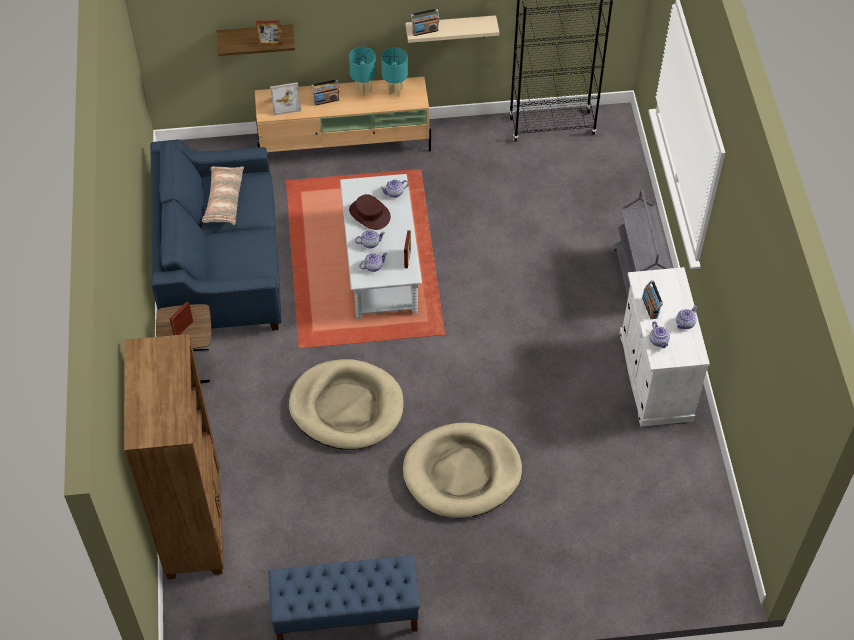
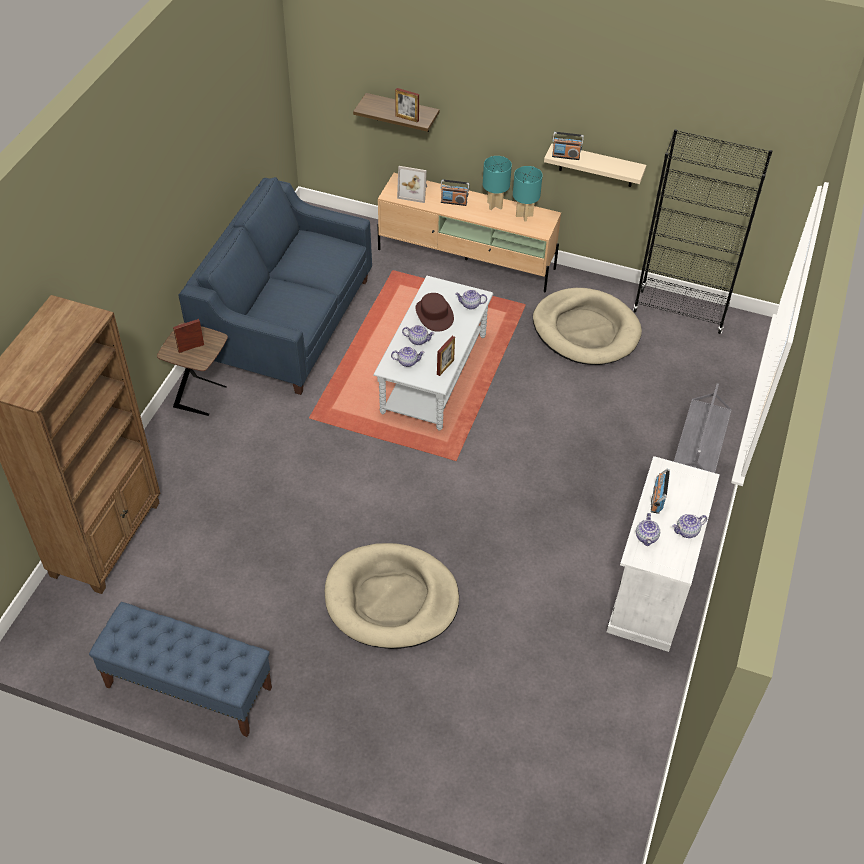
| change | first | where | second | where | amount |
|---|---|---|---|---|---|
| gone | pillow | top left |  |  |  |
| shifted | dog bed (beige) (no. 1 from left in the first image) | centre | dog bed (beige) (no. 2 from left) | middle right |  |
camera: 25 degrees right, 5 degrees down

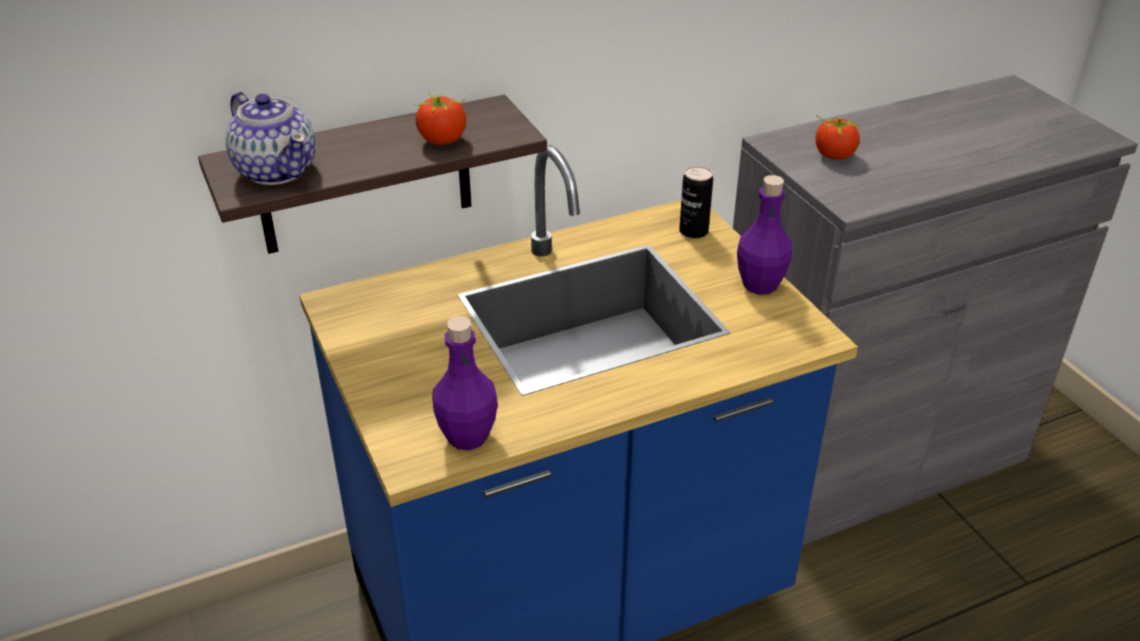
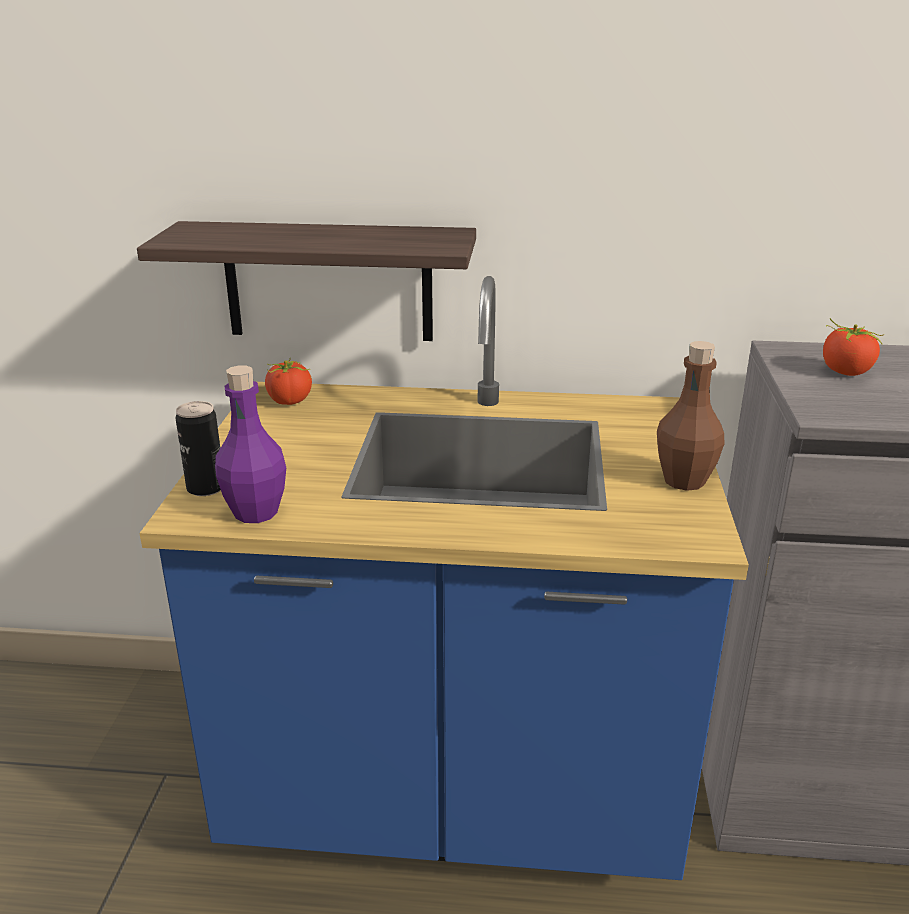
| change | first | where | second | where | amount |
|---|---|---|---|---|---|
| gone | teapot | top left |  |  |  |
| shifted | tomato (no. 1 from left) | top centre |  | middle left |  |
| shifted | can | top centre |  | middle left |  |
| repainted | bottle (purple) (no. 2 from left) | middle right | bottle (brown) | middle right |  |
camera: 30 degrees right, 10 degrees down

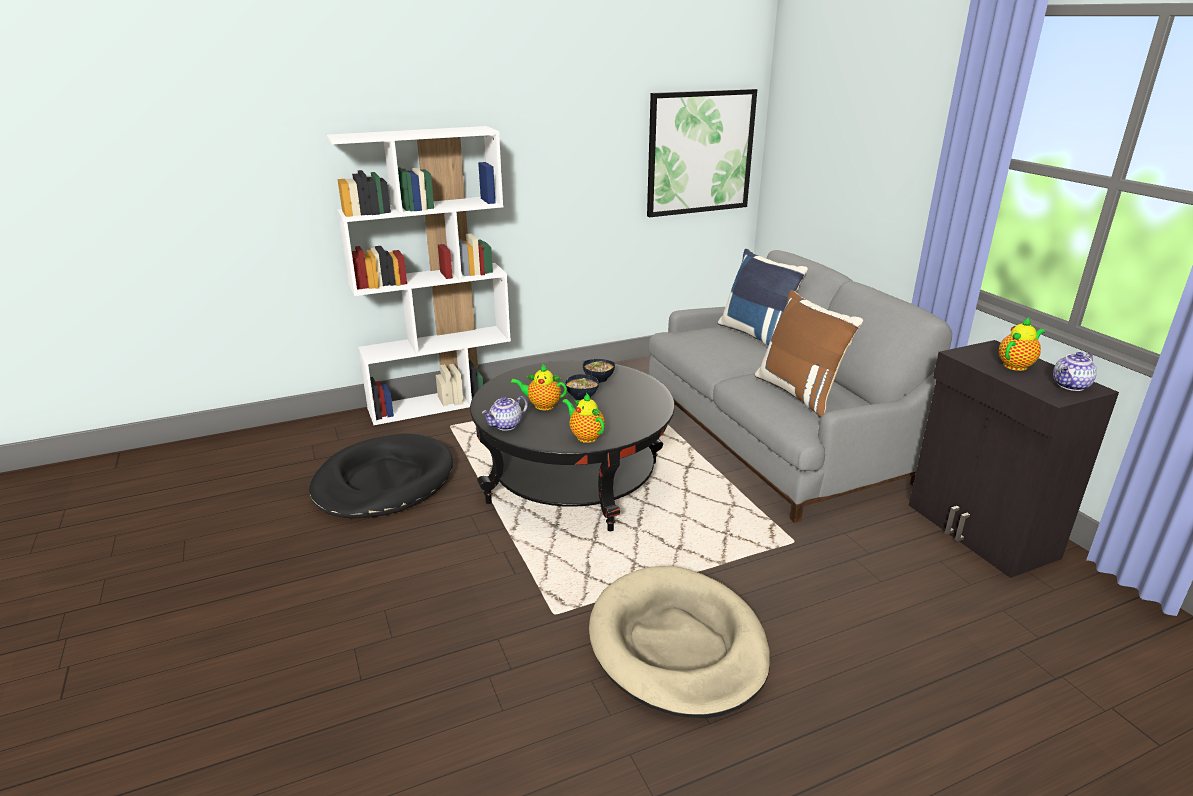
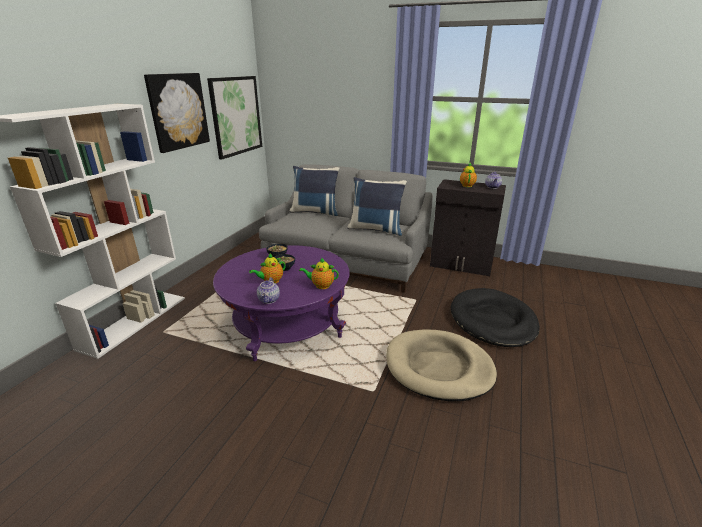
| change | first | where | second | where | amount |
|---|---|---|---|---|---|
| new |  |  | picture (no. 1 from left) | top left |  |
| shifted | dog bed (black) | middle left |  | middle right |  |
| repainted | coffee table (black) | centre | coffee table (purple) | centre |  |
| repainted | pillow (brown) | middle right | pillow (blue) (no. 2 from left) | centre |  |
camera: 45 degrees left, 0 degrees up

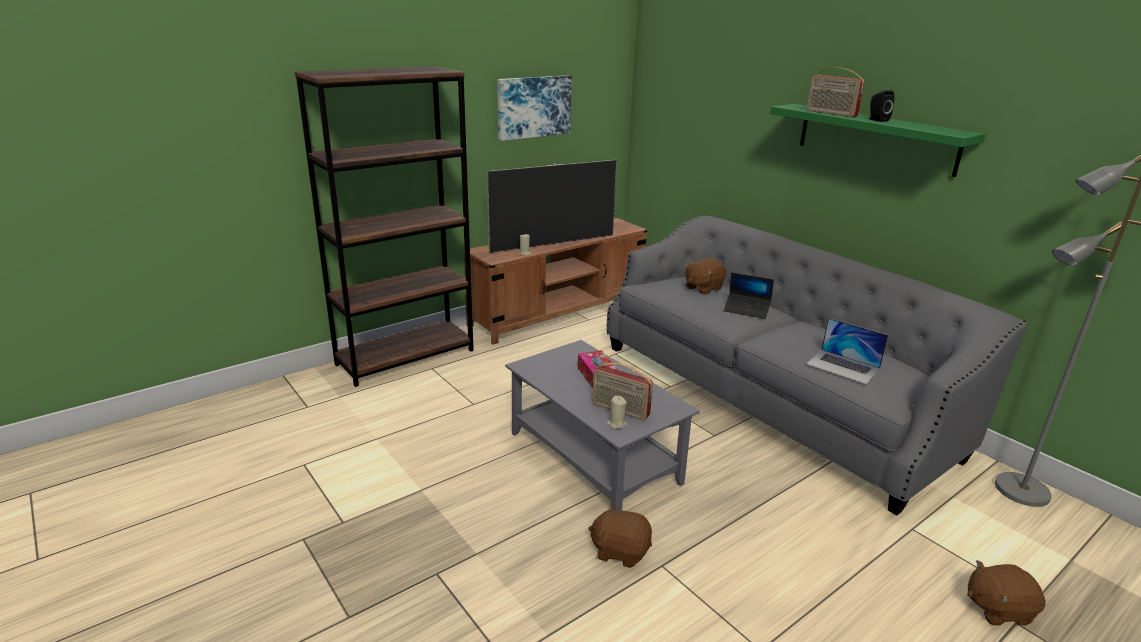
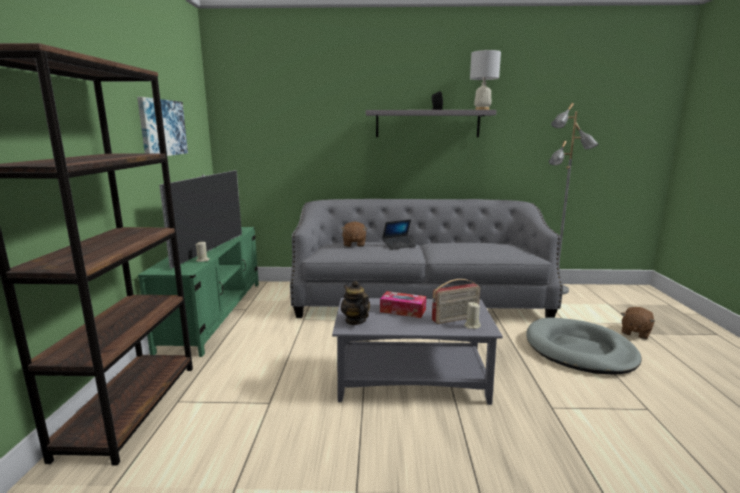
| change | first | where | second | where | amount |
|---|---|---|---|---|---|
| gone | plush toy (brown) (no. 1 from left) | bottom centre |  |  |  |
| gone | laptop (no. 2 from left) | middle right |  |  |  |
| gone | radio (no. 2 from left) | top right |  |  |  |
| new |  |  | teapot | centre |  |
| new |  |  | table lamp (white) | top centre |  |
| new |  |  | dog bed (grey) | bottom right |  |
| repainted | tv stand (brown) | centre | tv stand (green) | middle left |  |
| repainted | shelf (green) | top right | shelf (grey) | top centre |  |
camera: 50 degrees left, 10 degrees down

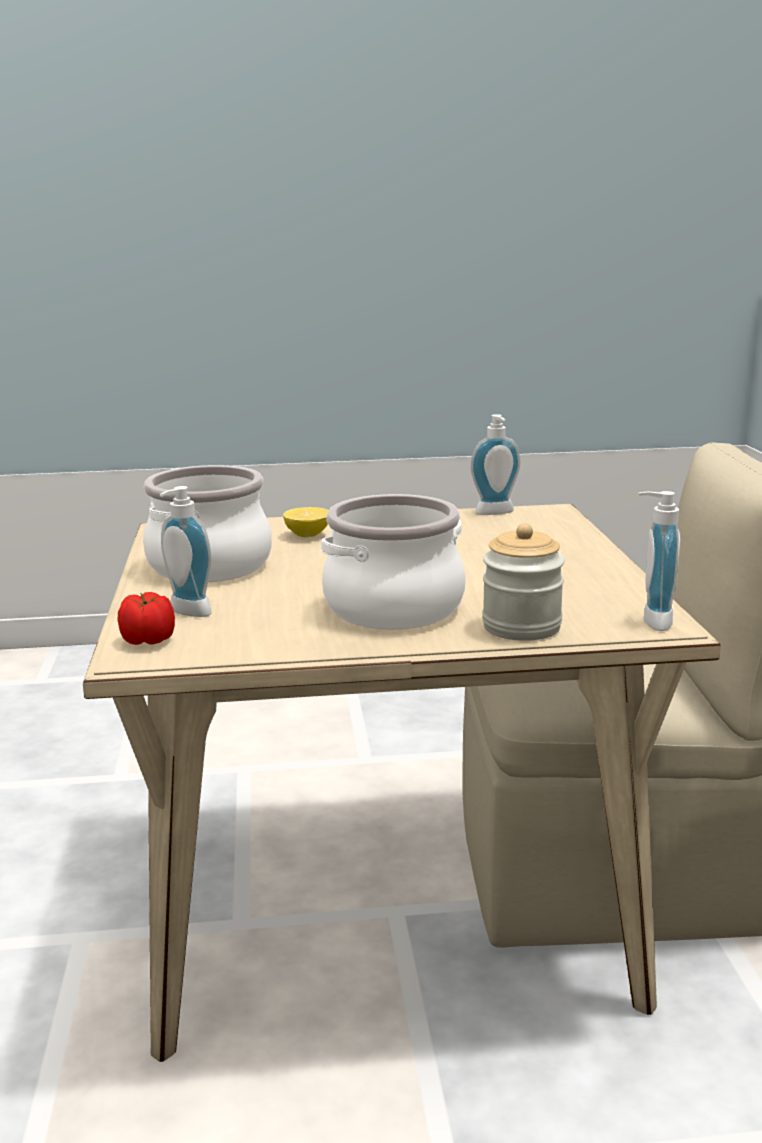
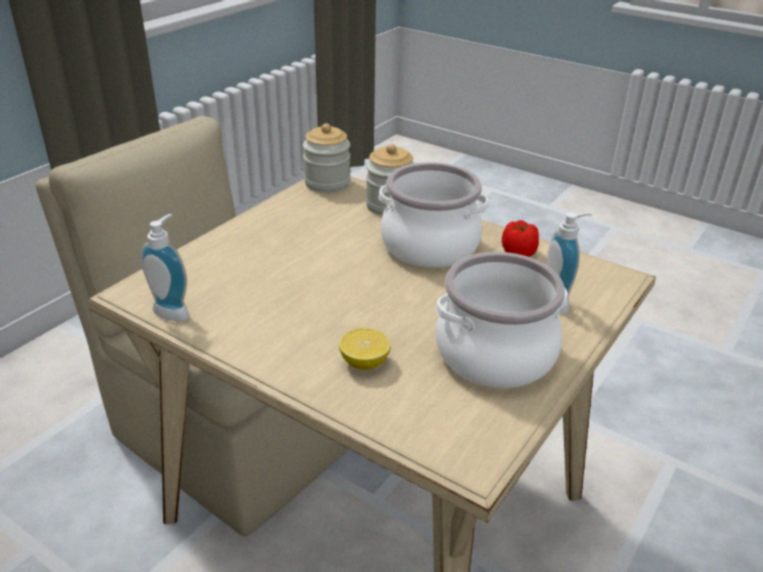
| change | first | where | second | where | amount |
|---|---|---|---|---|---|
| shifted | tomato | middle left |  | middle right |  |
| swapped | soap dispenser (no. 3 from left) | middle right | jar (no. 1 from left) | top centre |  |
camera: 140 degrees left, 15 degrees up

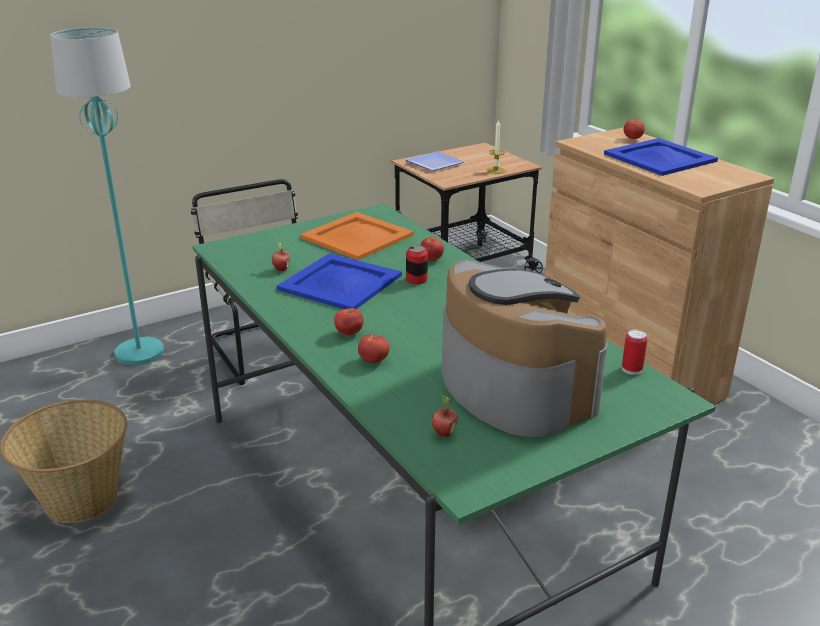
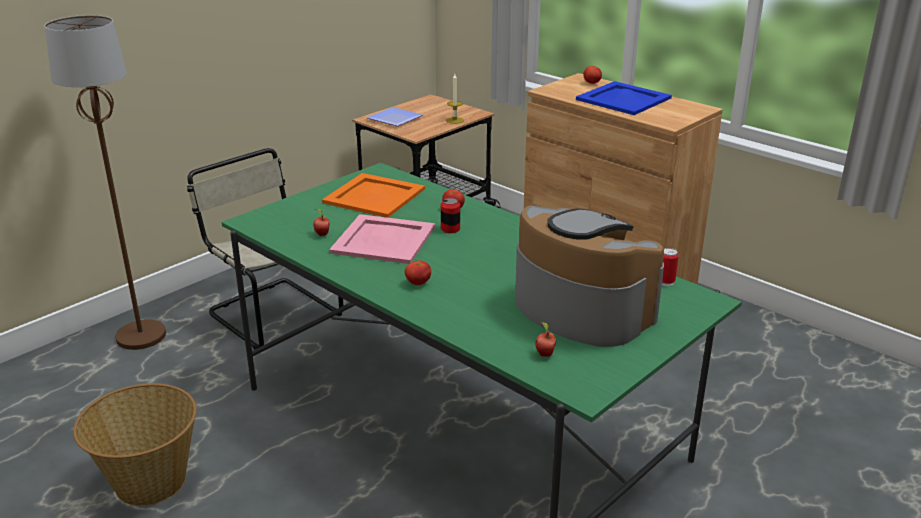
| change | first | where | second | where | amount |
|---|---|---|---|---|---|
| gone | tomato (no. 2 from left) | centre |  |  |  |
| repainted | floor lamp (turquoise) | top left | floor lamp (brown) | middle left |  |
| repainted | tray (blue) (no. 1 from left) | centre | tray (pink) | centre |  |
camera: 15 degrees left, 0 degrees up

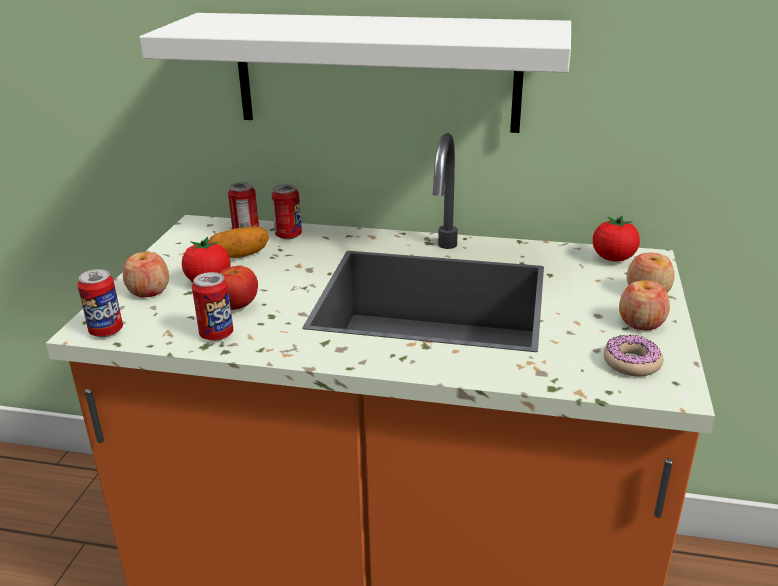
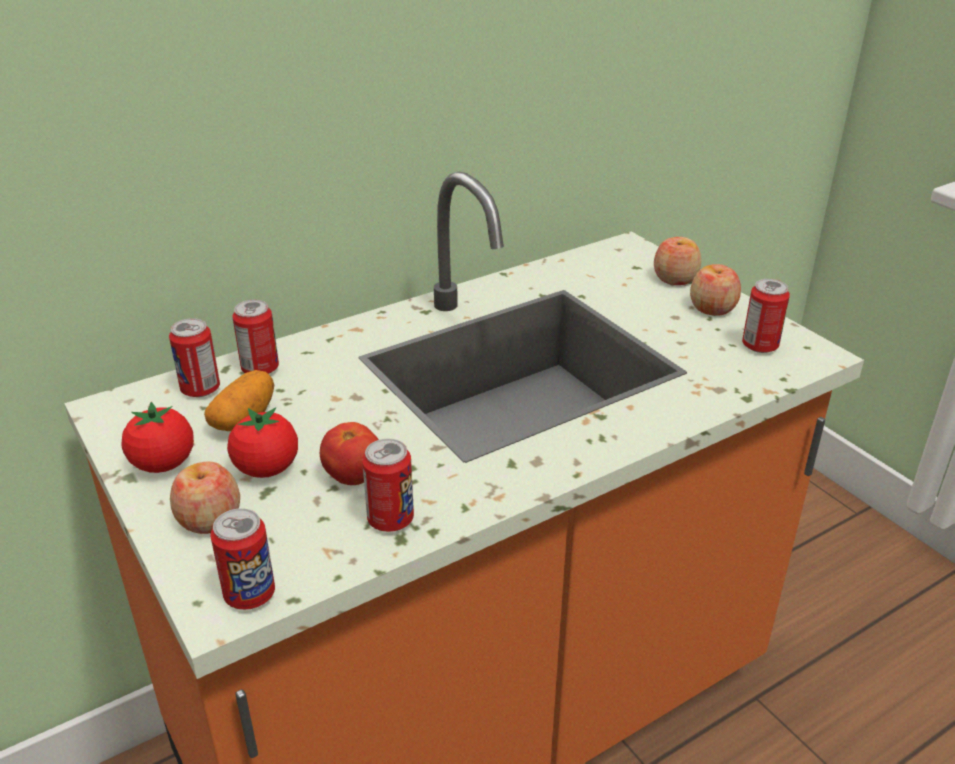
| change | first | where | second | where | amount |
|---|---|---|---|---|---|
| gone | shelf (white) | top centre |  |  |  |
| shifted | tomato (no. 3 from left in the first image) | middle right | tomato (no. 1 from left) | middle left |  |
| swapped | donut | middle right | can (no. 5 from left) | middle right |  |
camera: 45 degrees left, 5 degrees up

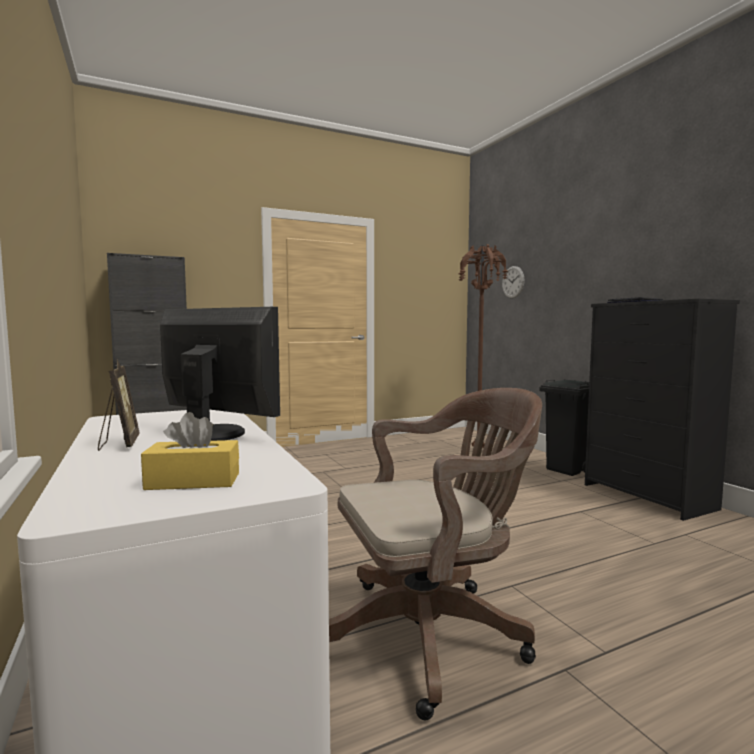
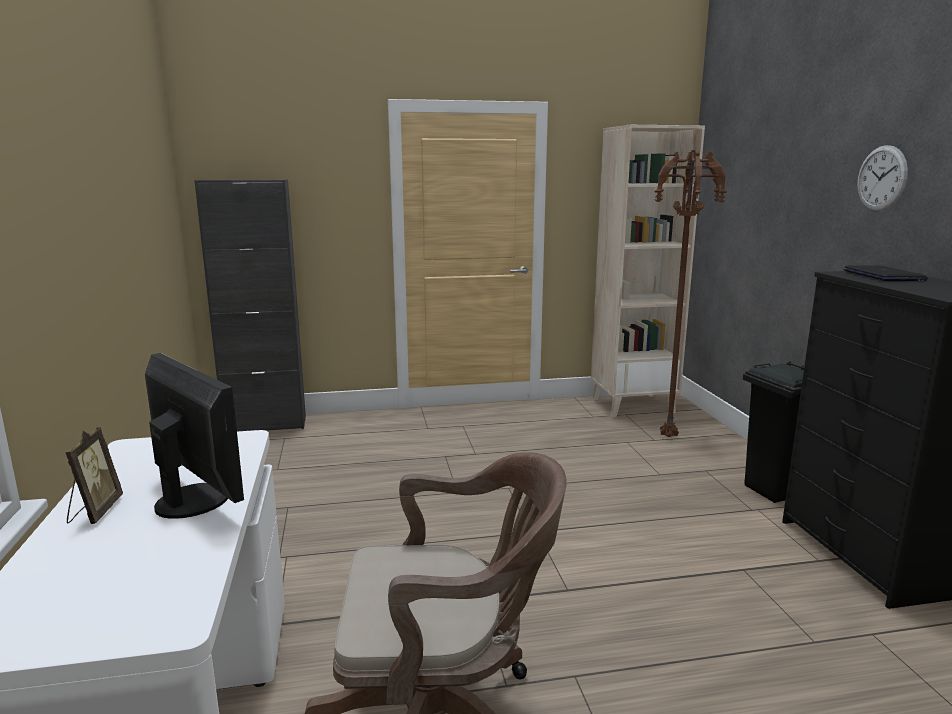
| change | first | where | second | where | amount |
|---|---|---|---|---|---|
| gone | tissue box (yellow) | middle left |  |  |  |
| new |  |  | bookcase (beige) | middle right |  |
| shifted | wall clock | middle right |  | top right |  |
camera: 15 degrees right, 10 degrees up

